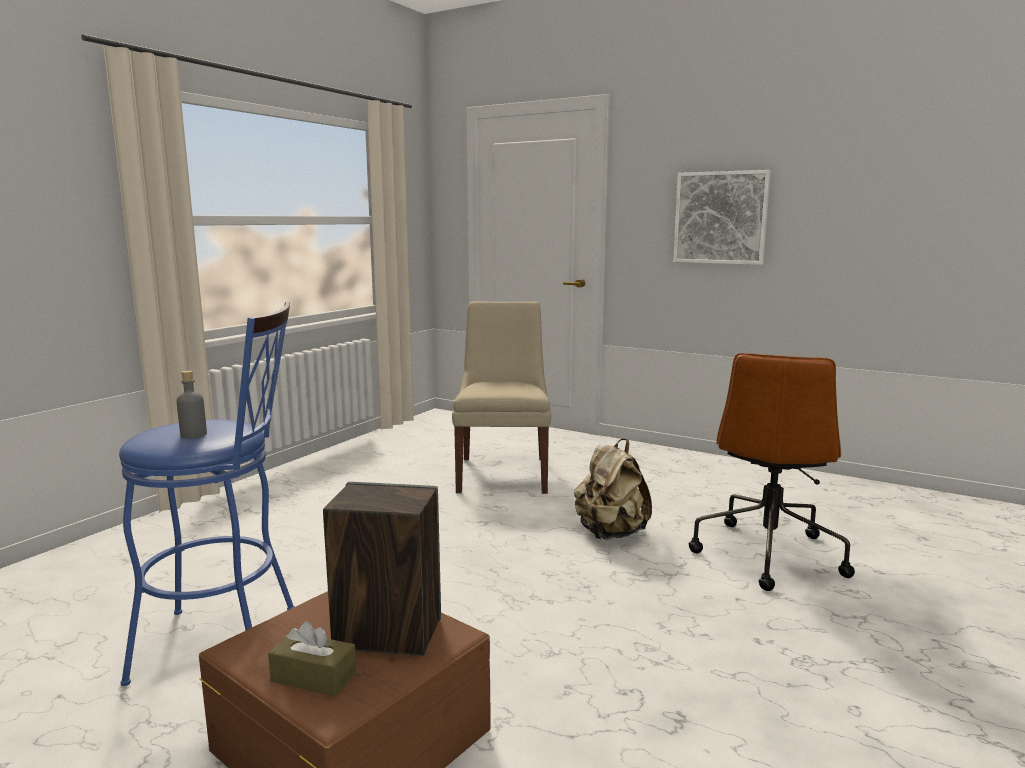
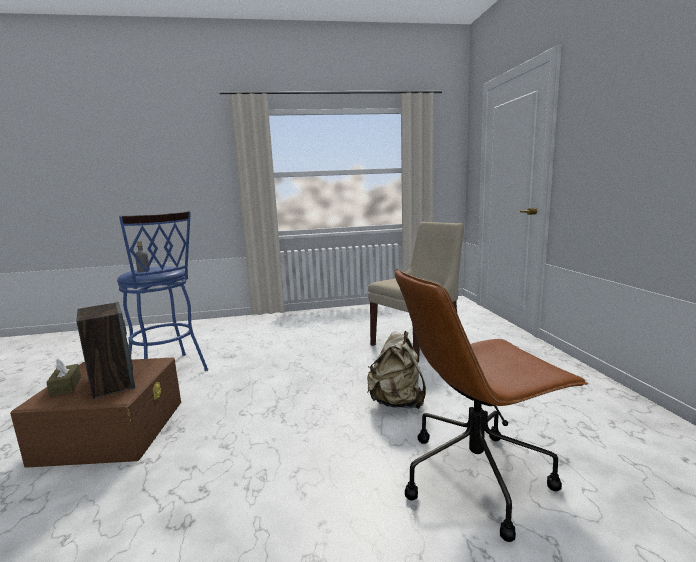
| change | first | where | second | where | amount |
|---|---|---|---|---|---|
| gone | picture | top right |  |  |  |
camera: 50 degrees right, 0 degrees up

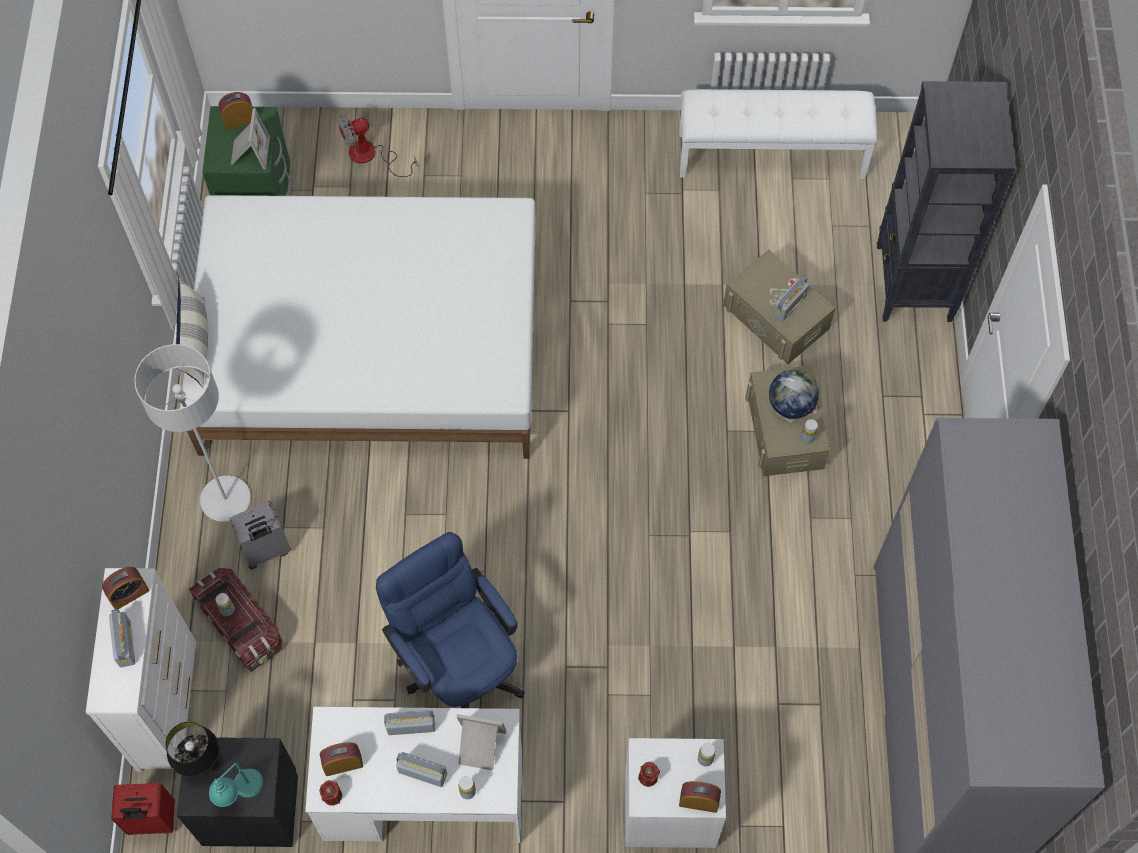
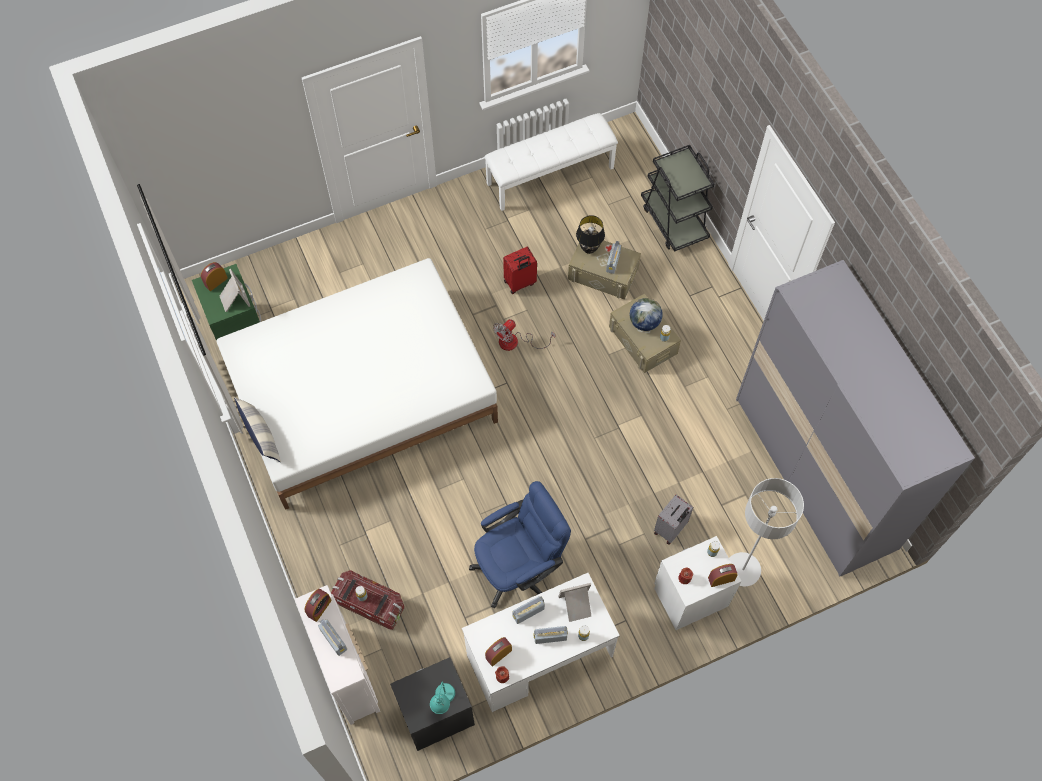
| change | first | where | second | where | amount |
|---|---|---|---|---|---|
| shifted | suitcase (red) | bottom left |  | centre |  |
| shifted | floor lamp (grey) | middle left |  | bottom right |  |
| shifted | table lamp (black) | bottom left |  | top centre |  |
| shifted | suitcase (grey) | middle left |  | centre |  |
| shifted | fan | top left |  | centre |  |
| swapped | bookcase (black) | top right | cart (black) | top centre |  |
| rotated | office chair (blue) | bottom centre |  | bottom centre | 120 degrees clockwise |
camera: 25 degrees left, 0 degrees up

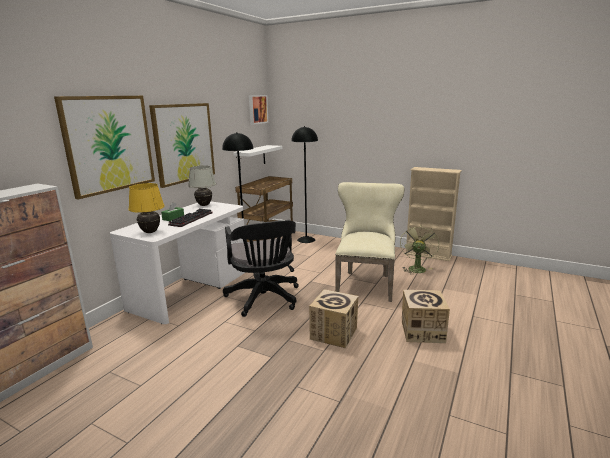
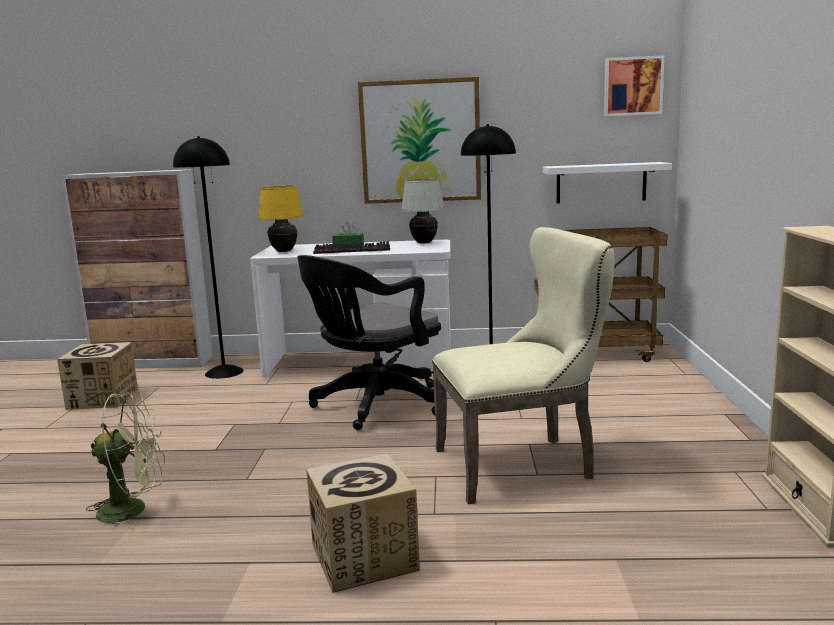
| change | first | where | second | where | amount |
|---|---|---|---|---|---|
| gone | picture (no. 1 from left) | top left |  |  |  |
| shifted | floor lamp (black) (no. 2 from left in the first image) | centre | floor lamp (black) (no. 1 from left) | middle left |  |
| shifted | cardboard box (no. 1 from left) | bottom centre |  | middle left |  |
| shifted | fan (green) | middle right |  | bottom left |  |
camera: 65 degrees right, 5 degrees down

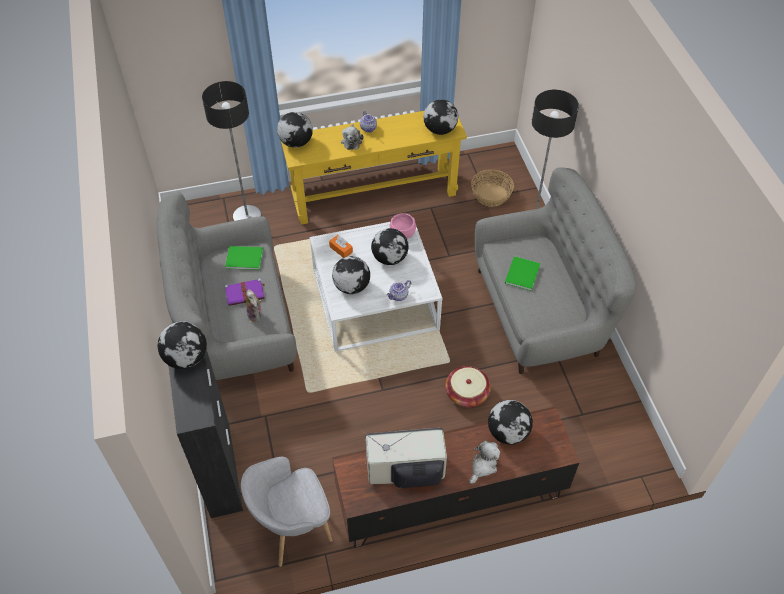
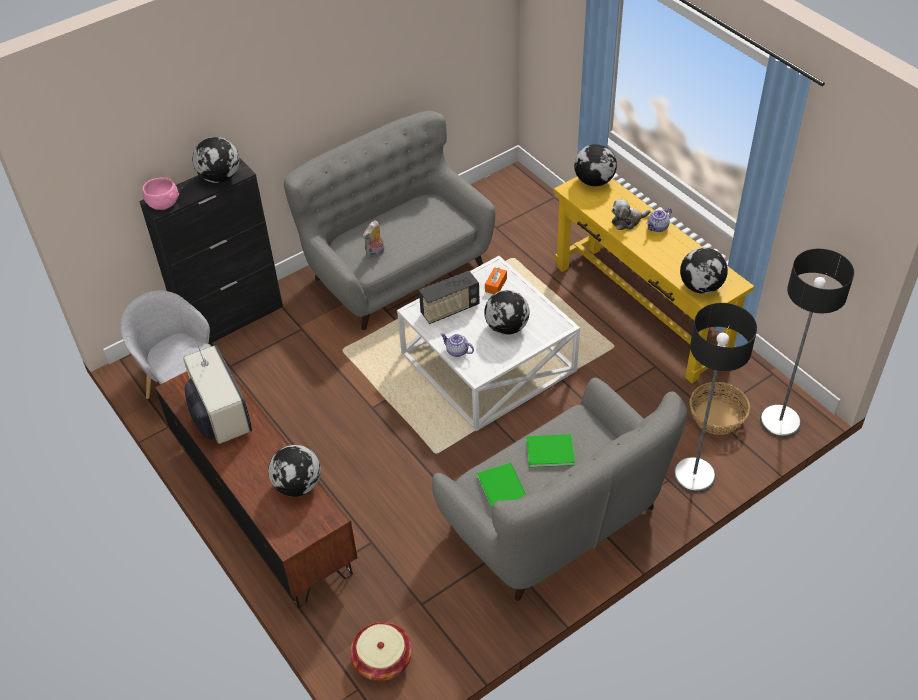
| change | first | where | second | where | amount |
|---|---|---|---|---|---|
| gone | book (purple) | middle left |  |  |  |
| gone | plush toy (no. 3 from left) | bottom centre |  |  |  |
| shifted | floor lamp (no. 1 from left in the first image) | top left | floor lamp (no. 2 from left) | middle right |  |
| shifted | book (green) (no. 1 from left) | middle left |  | bottom centre |  |
| shifted | bowl (pink) | centre |  | top left |  |
| shifted | basket (no. 1 from left) | centre |  | bottom centre |  |
| swapped | globe (no. 3 from left) | centre | radio | centre |  |
camera: 70 degrees right, 5 degrees down

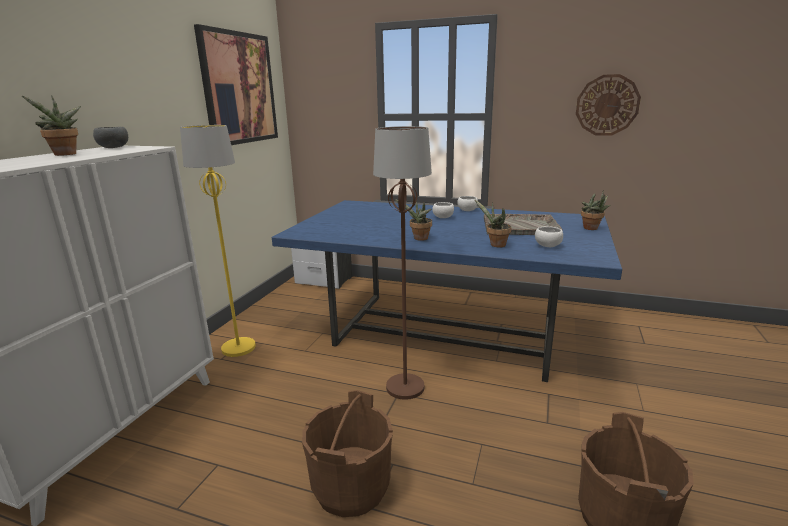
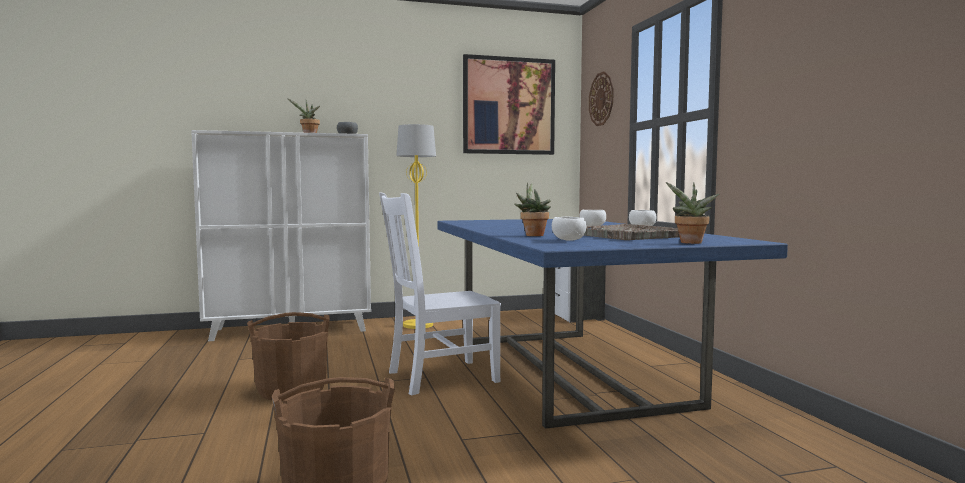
| change | first | where | second | where | amount |
|---|---|---|---|---|---|
| gone | potted plant (no. 2 from left) | centre |  |  |  |
| shifted | wall clock | top right |  | top centre |  |
| swapped | floor lamp (brown) | centre | chair (white) | centre |  |
camera: 55 degrees right, 15 degrees down

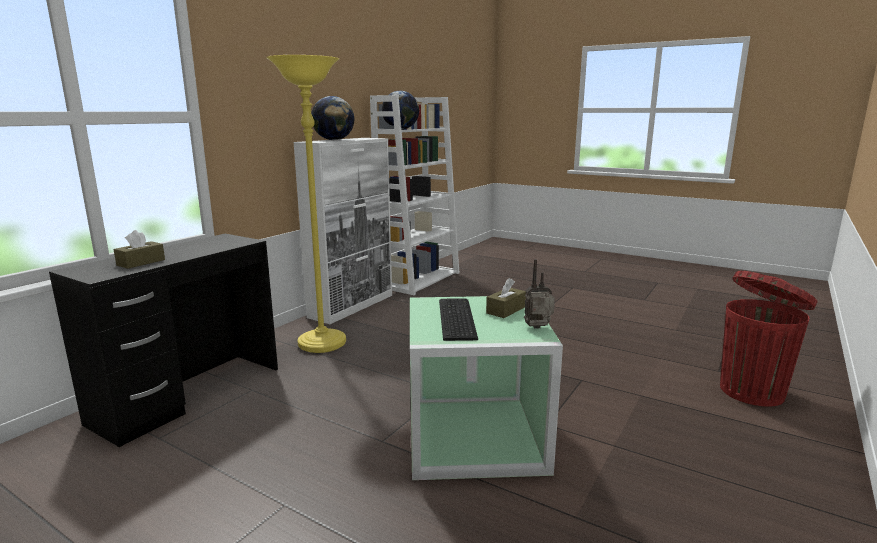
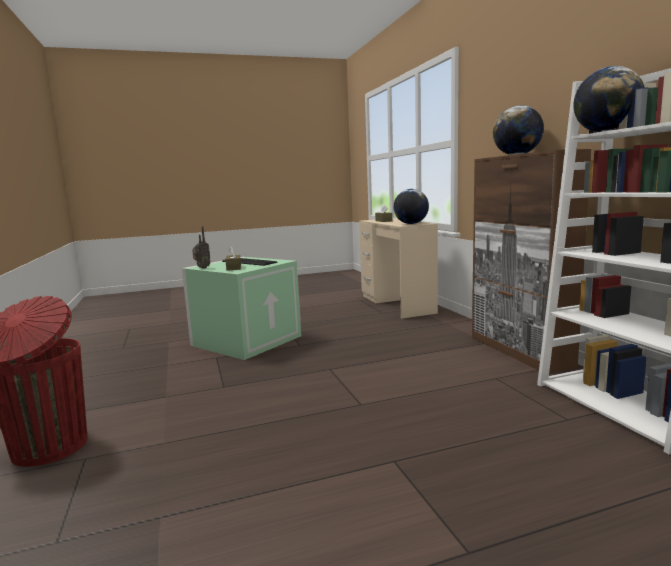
| change | first | where | second | where | amount |
|---|---|---|---|---|---|
| gone | floor lamp (yellow) | centre |  |  |  |
| new |  |  | globe (no. 1 from left) | centre |  |
| repainted | desk (black) | middle left | desk (beige) | centre |  |
| repainted | cabinet (white) | centre | cabinet (brown) | middle right |  |
camera: 130 degrees right, 5 degrees down

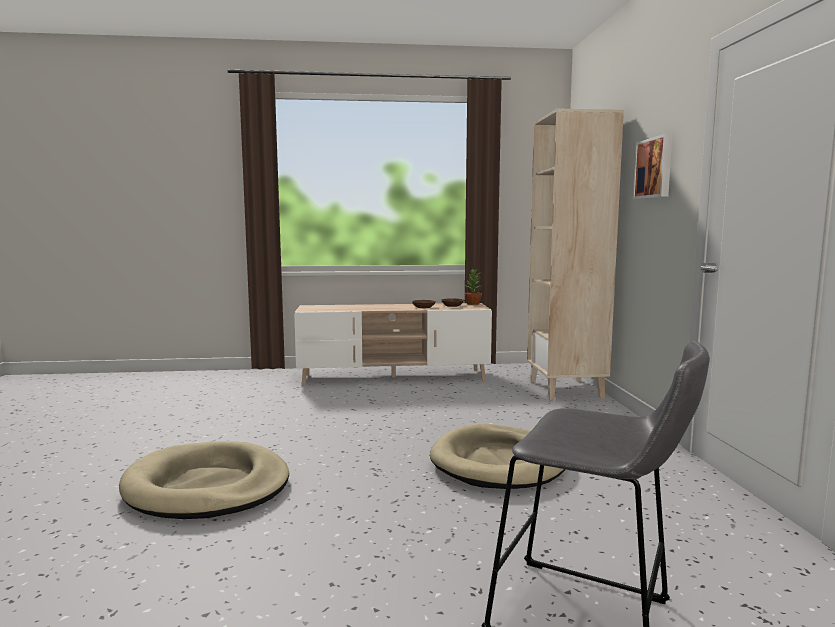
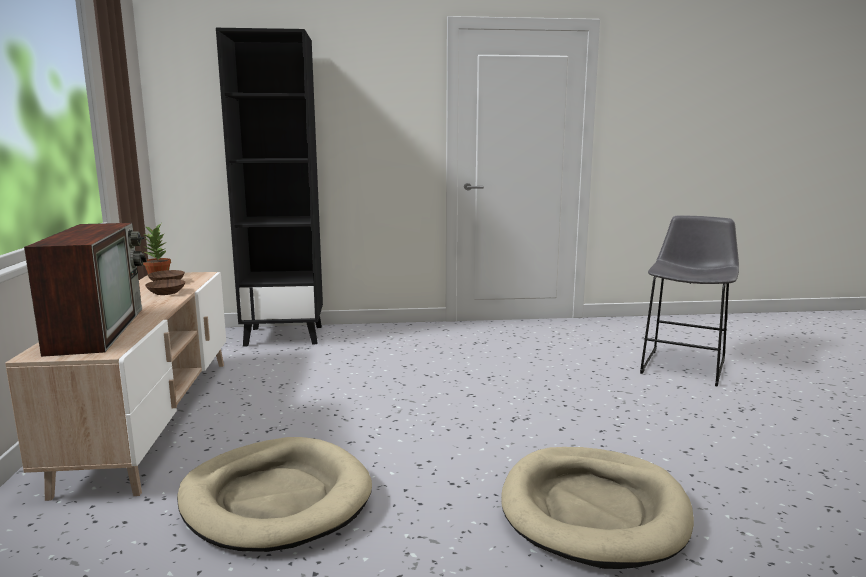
| change | first | where | second | where | amount |
|---|---|---|---|---|---|
| gone | picture | top right |  |  |  |
| new |  |  | television | middle left |  |
| shifted | dog bed (beige) (no. 2 from left in the first image) | bottom centre | dog bed (beige) (no. 1 from left) | bottom left |  |
| repainted | bookcase (beige) | middle right | bookcase (black) | top left |  |
camera: 90 degrees left, 5 degrees up

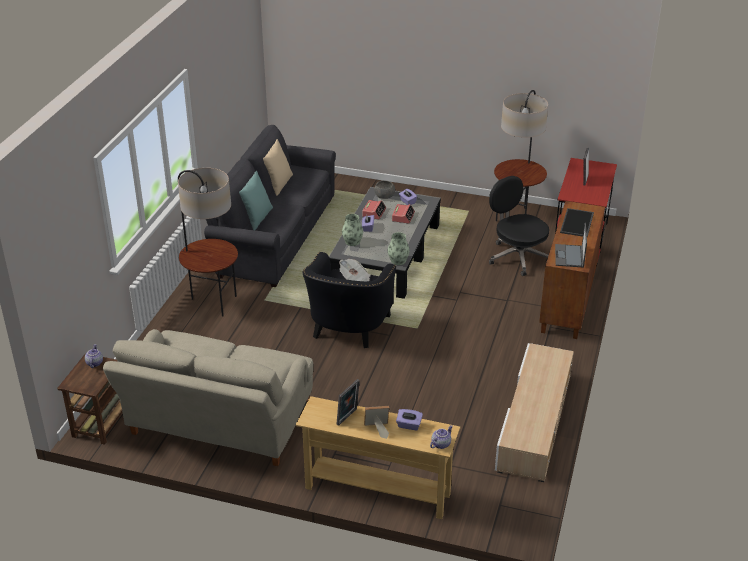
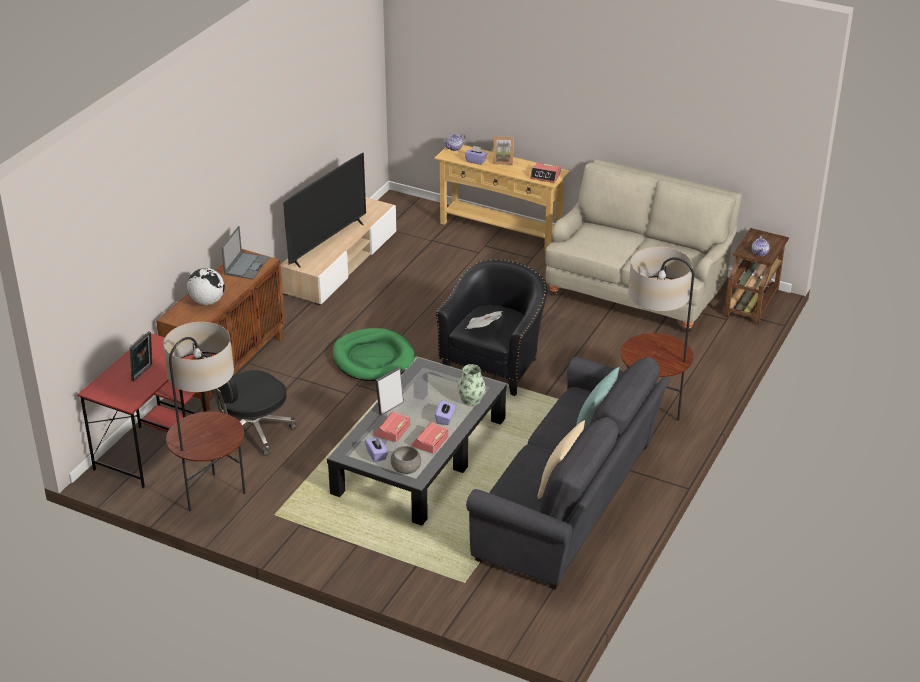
| change | first | where | second | where | amount |
|---|---|---|---|---|---|
| gone | vase (no. 2 from left) | centre |  |  |  |
| new |  |  | television | top centre |  |
| new |  |  | dog bed (green) | centre |  |
| new |  |  | alarm clock (no. 3 from left) | top centre |  |
| shifted | picture frame (no. 1 from left in the first image) | bottom centre | picture frame (no. 2 from left) | centre |  |
| swapped | tray | middle right | globe | middle left |  |
| rotated | office chair (black) | middle right |  | middle left | 75 degrees clockwise |
camera: 170 degrees left, 0 degrees up

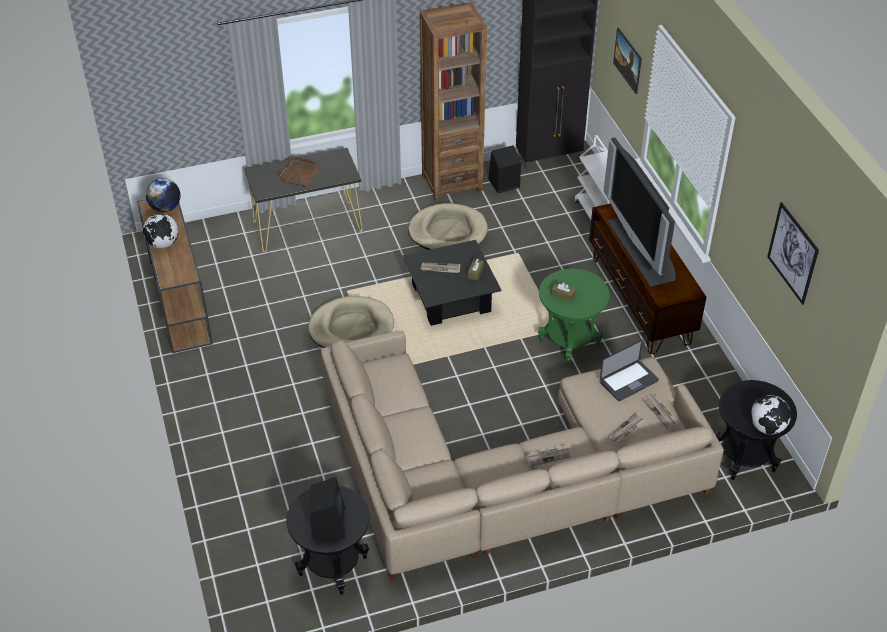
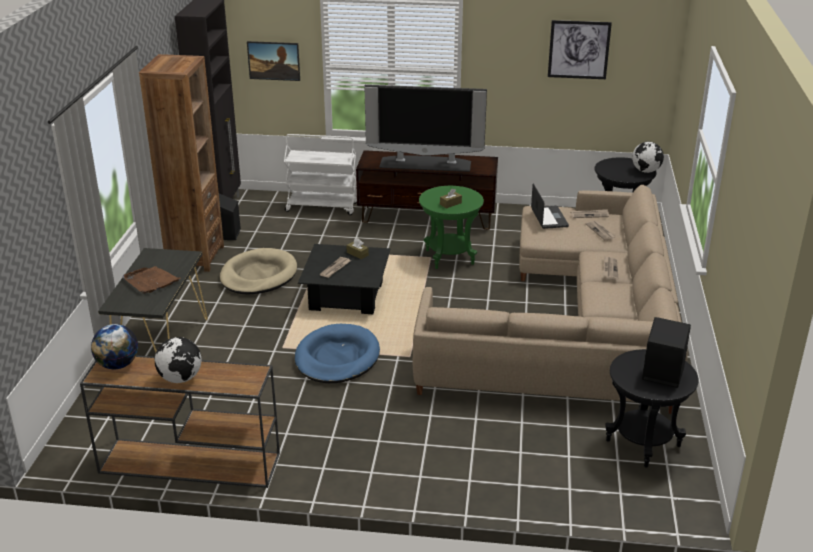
| change | first | where | second | where | amount |
|---|---|---|---|---|---|
| repainted | dog bed (beige) (no. 1 from left) | centre | dog bed (blue) | centre |  |
camera: 65 degrees left, 15 degrees down

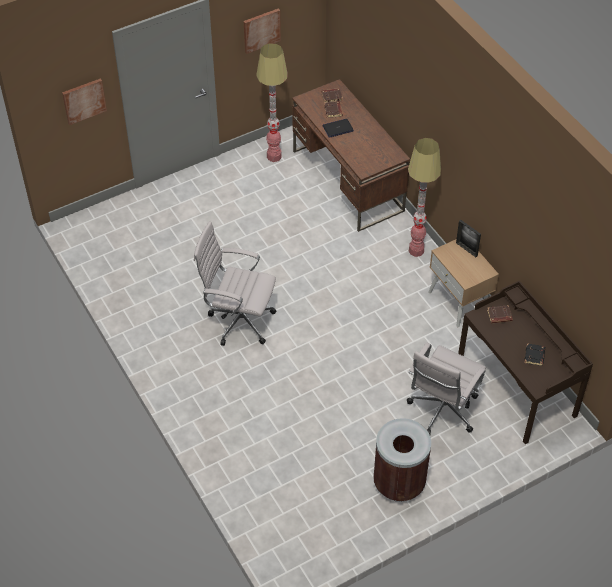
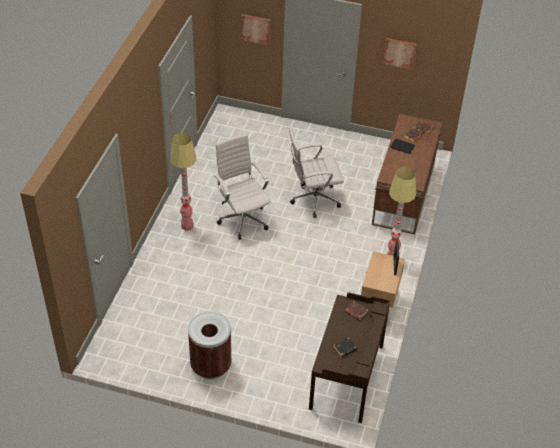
| change | first | where | second | where | amount |
|---|---|---|---|---|---|
| shifted | floor lamp (no. 1 from left) | top centre |  | middle left |  |
| shifted | office chair (white) (no. 2 from left) | middle right |  | centre |  |
camera: 45 degrees right, 5 degrees down

